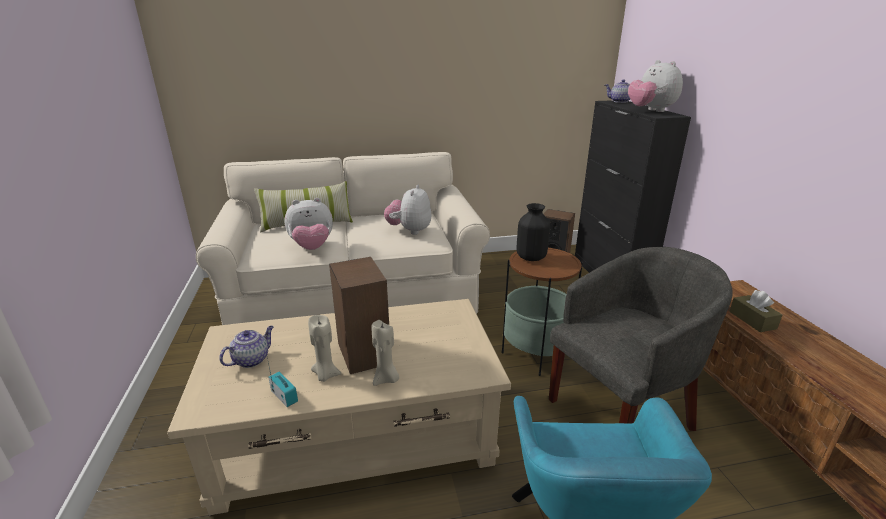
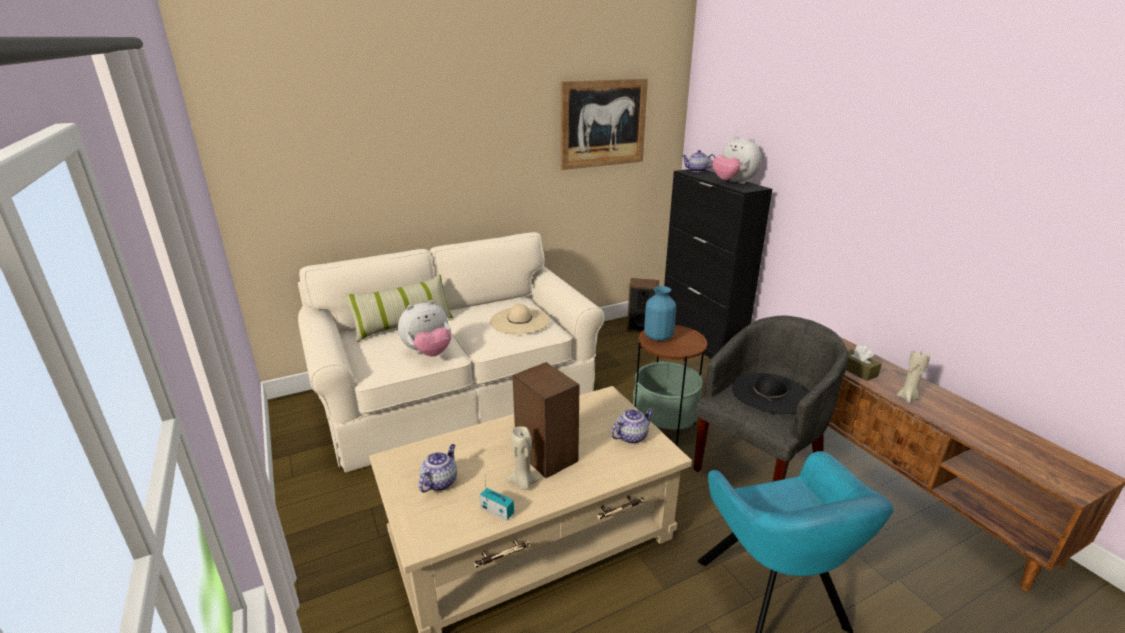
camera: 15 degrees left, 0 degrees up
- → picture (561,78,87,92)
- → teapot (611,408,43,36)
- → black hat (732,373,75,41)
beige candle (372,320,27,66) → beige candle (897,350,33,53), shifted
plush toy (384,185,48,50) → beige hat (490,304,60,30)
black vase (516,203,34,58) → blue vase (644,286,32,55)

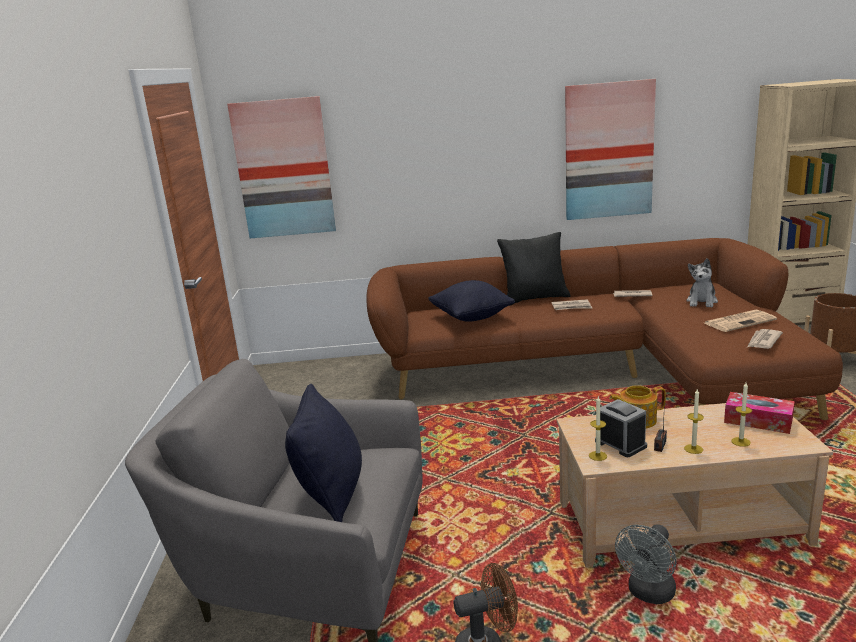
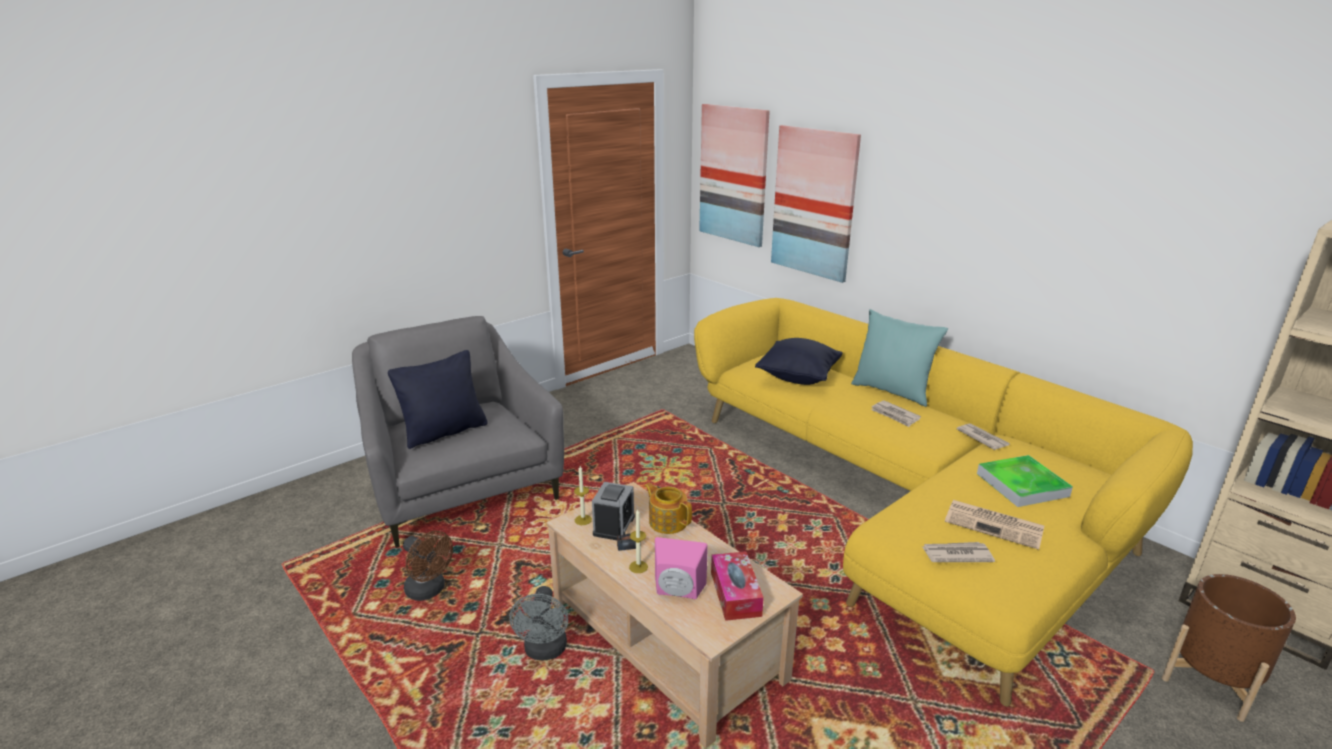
camera: 50 degrees right, 5 degrees up
picture (565,79,91,141) → picture (771,125,90,158), shifted
plush toy (686,258,32,49) → tray (977,455,96,52)
candle (731,382,21,65) → pink speaker (655,537,53,62)
brown sofa (367,238,476,182) → yellow sofa (694,298,499,409)
black pillow (497,232,73,74) → turquoise pillow (851,309,97,98)
grey fan (615,524,61,80) → grey fan (509,586,59,74), 90 degrees counterclockwise

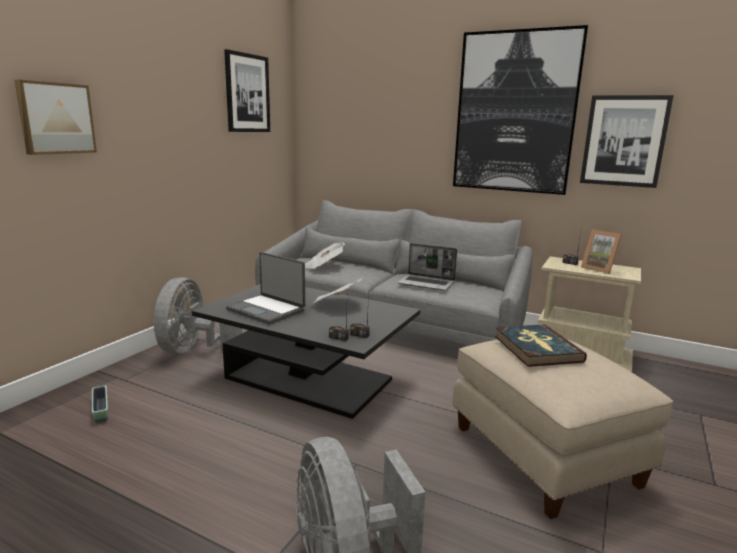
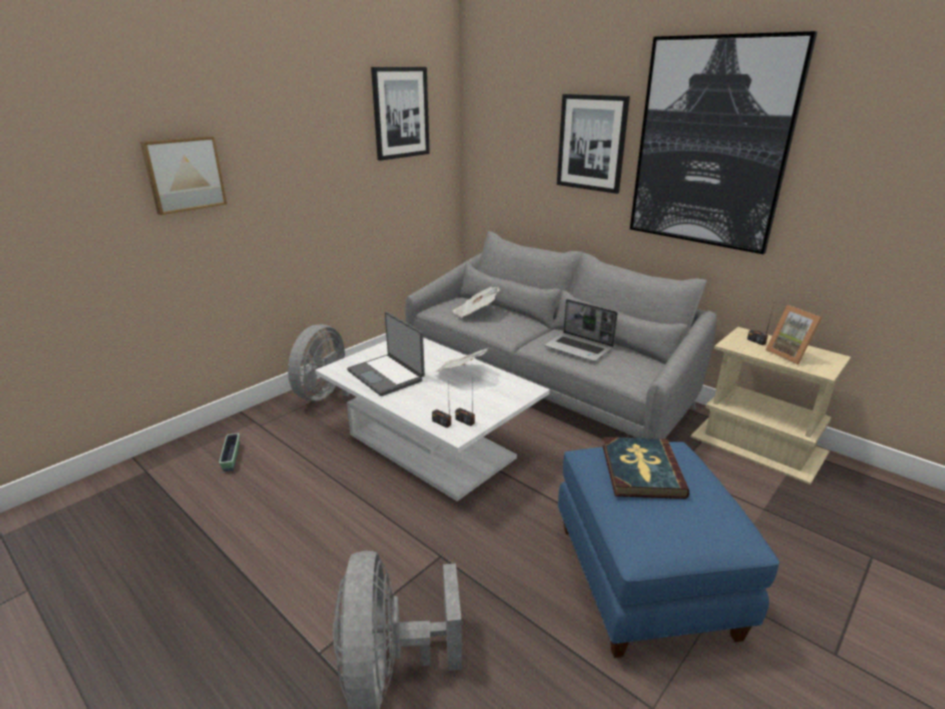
camera: 15 degrees right, 10 degrees up
picture (580,95,94,93) → picture (557,94,73,100), shifted
black coffee table (192,284,228,135) → white coffee table (315,338,235,163)
beige ottoman (453,339,220,180) → blue ottoman (558,442,222,216)

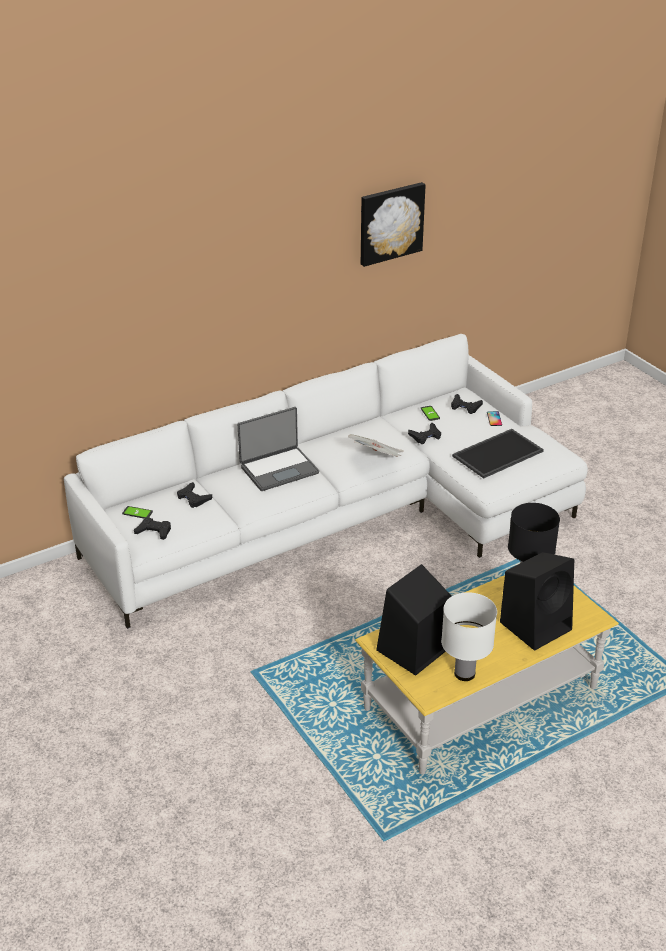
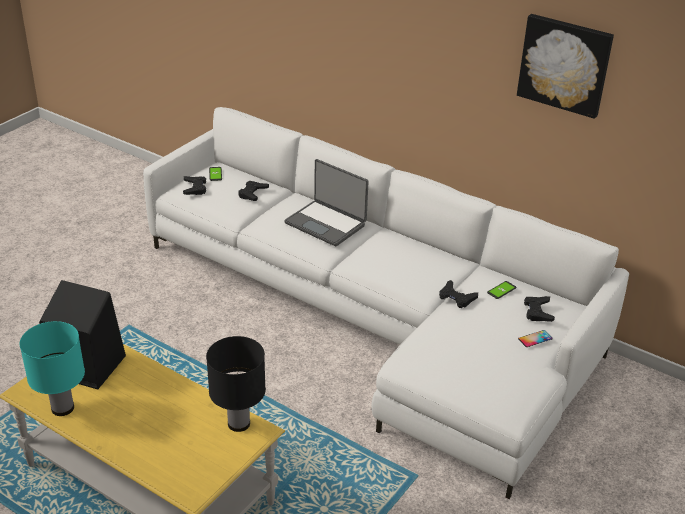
camera: 65 degrees right, 0 degrees up
newspaper (348,434,56,23) → -
tray (452,429,92,49) → -
black speaker (500,552,74,99) → -
white table lamp (441,592,56,89) → turquoise table lamp (20,321,65,95)

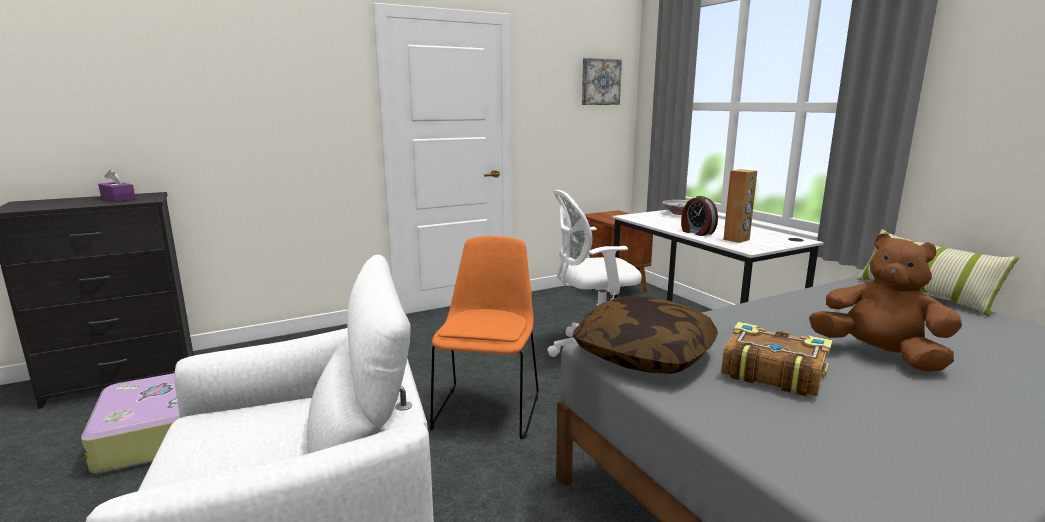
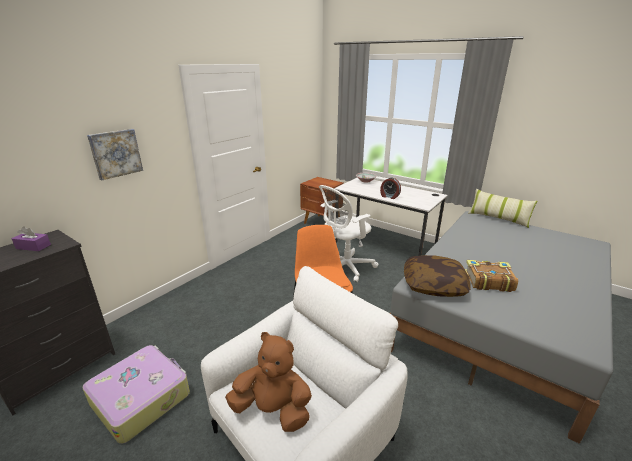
camera: 25 degrees left, 10 degrees up
brown speaker (723,169,34,74) → -
picture (582,58,40,47) → picture (87,129,56,51), shifted
brown plush toy (809,233,153,139) → brown plush toy (225,332,87,100), shifted

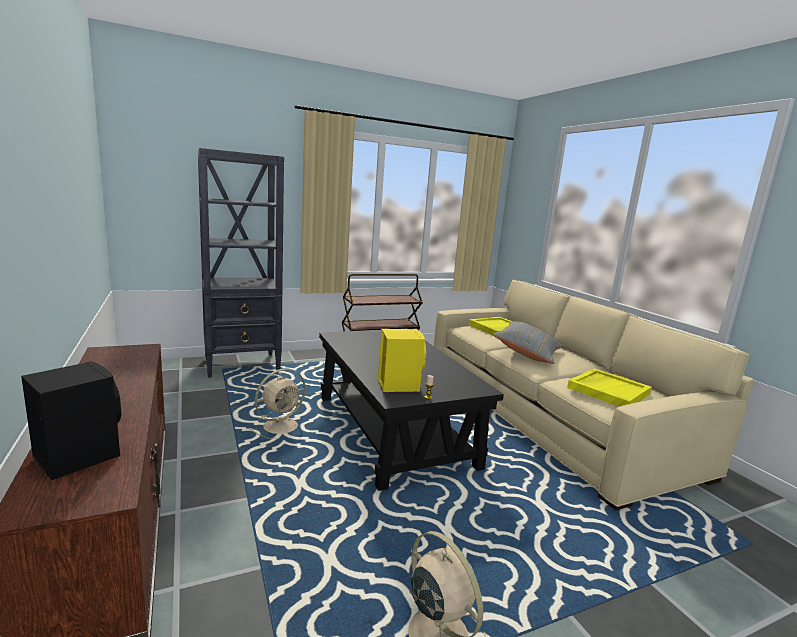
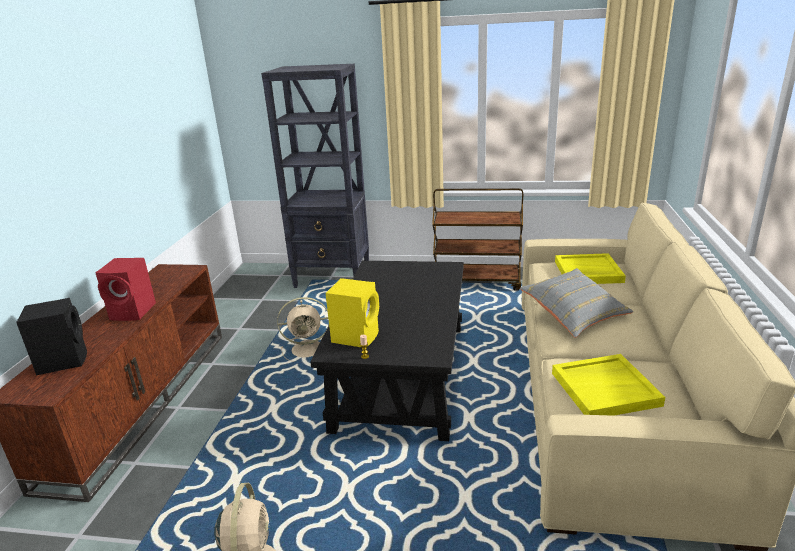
camera: 35 degrees right, 10 degrees up
- → red speaker (95,258,61,63)

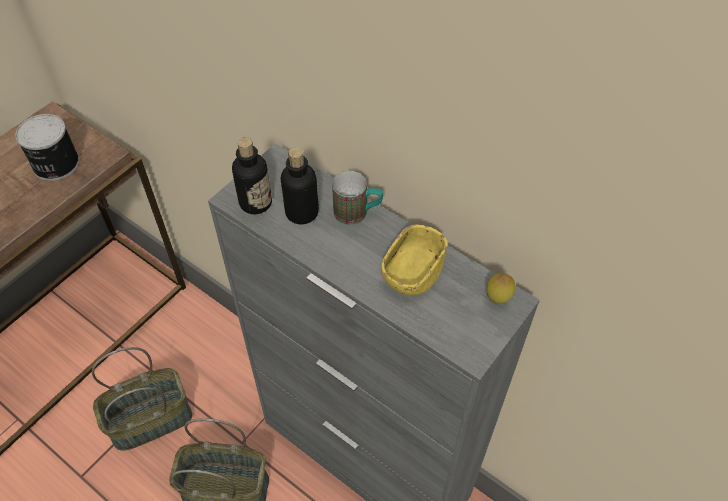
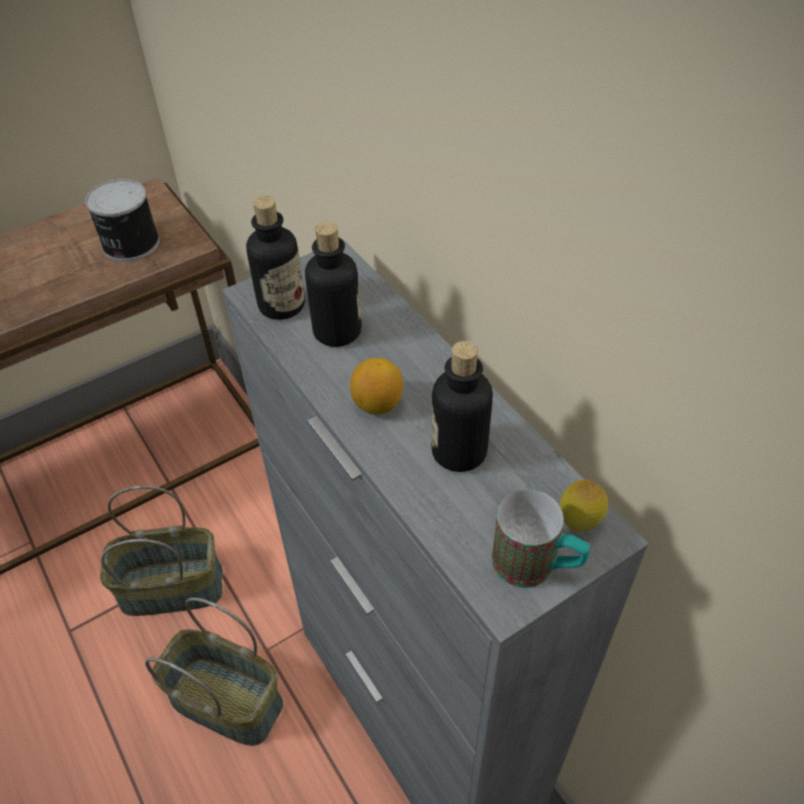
camera: 20 degrees right, 5 degrees down
- → lemon (350,358,53,57)
mug (332,171,51,54) → mug (492,489,98,99), shifted
yellow bowl (381,225,67,70) → bottle (431,341,62,131)

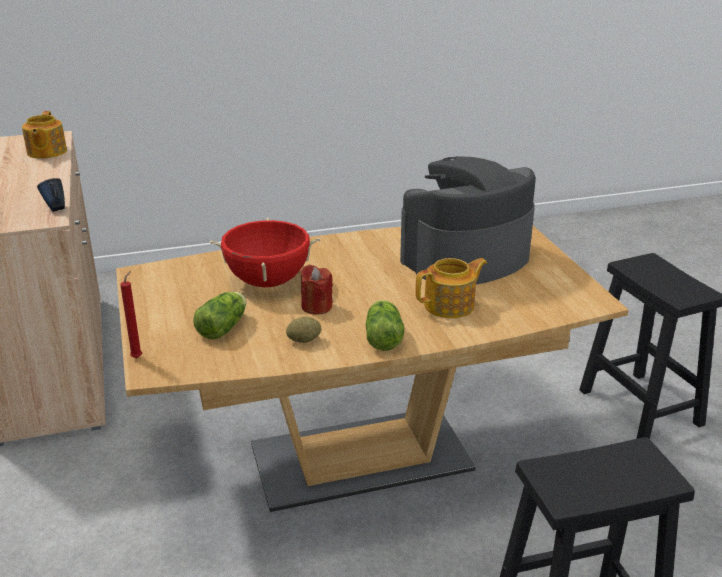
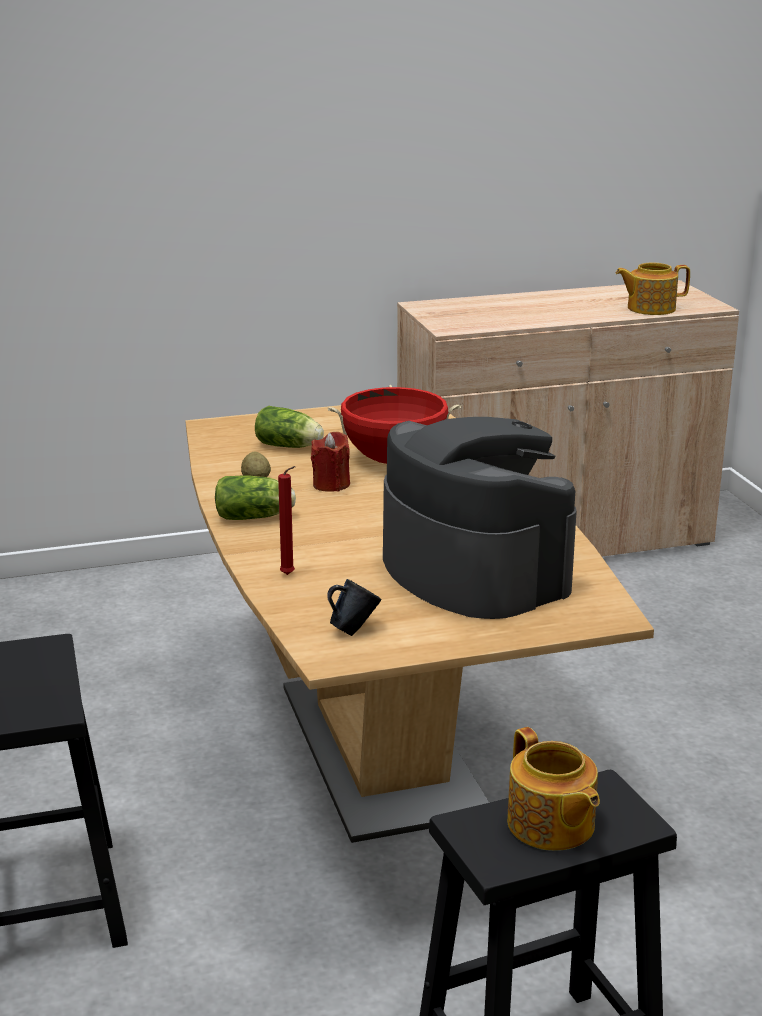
camera: 90 degrees right, 5 degrees down
blue mug (37,178,28,34) → blue mug (327,579,54,57), shifted
red candle (120,270,22,88) → red candle (278,466,18,109), shifted
teapot (416,258,71,60) → teapot (507,727,93,124), shifted

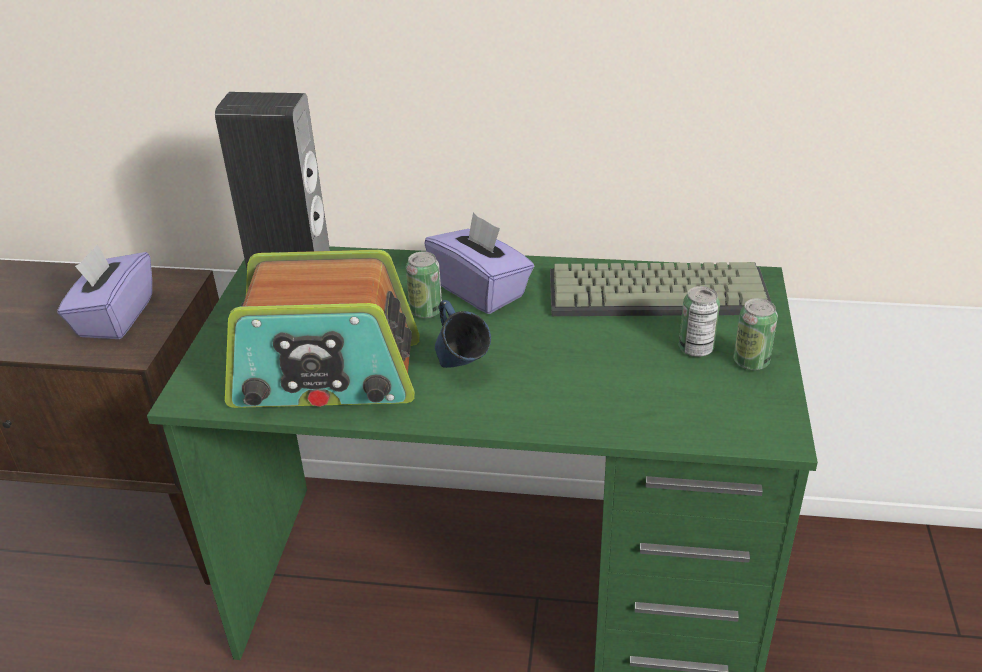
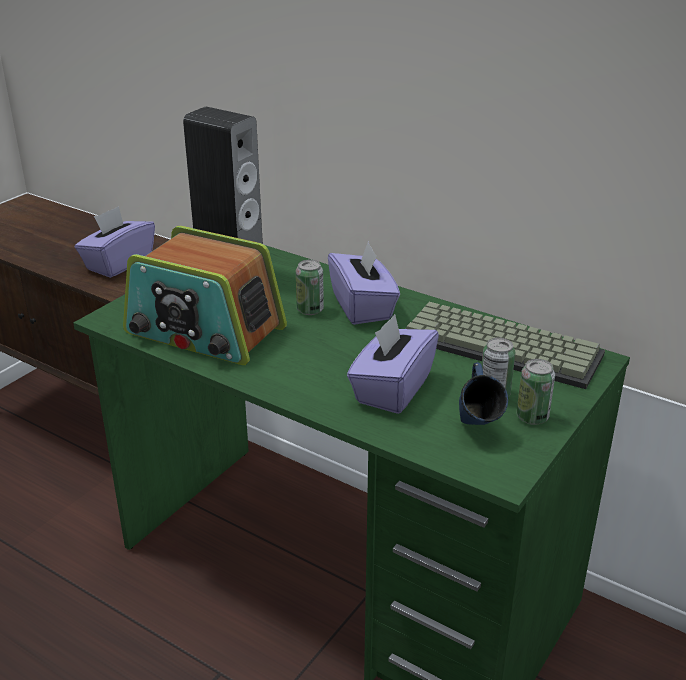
camera: 25 degrees right, 5 degrees down
- → purple tissue box (347,314,92,100)
blue mug (435,300,56,68) → blue mug (459,362,49,63), shifted

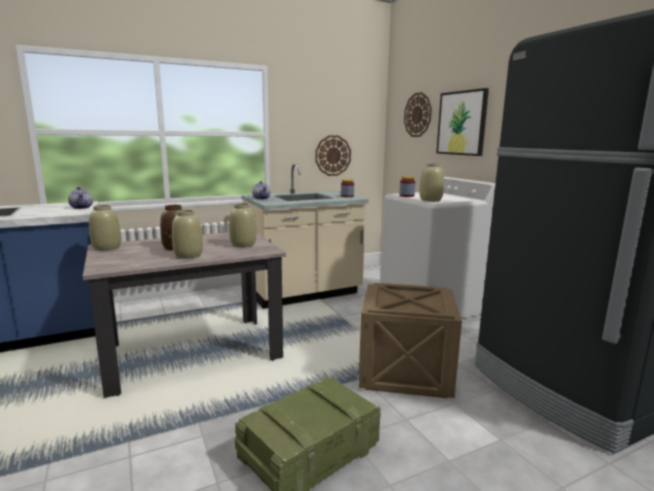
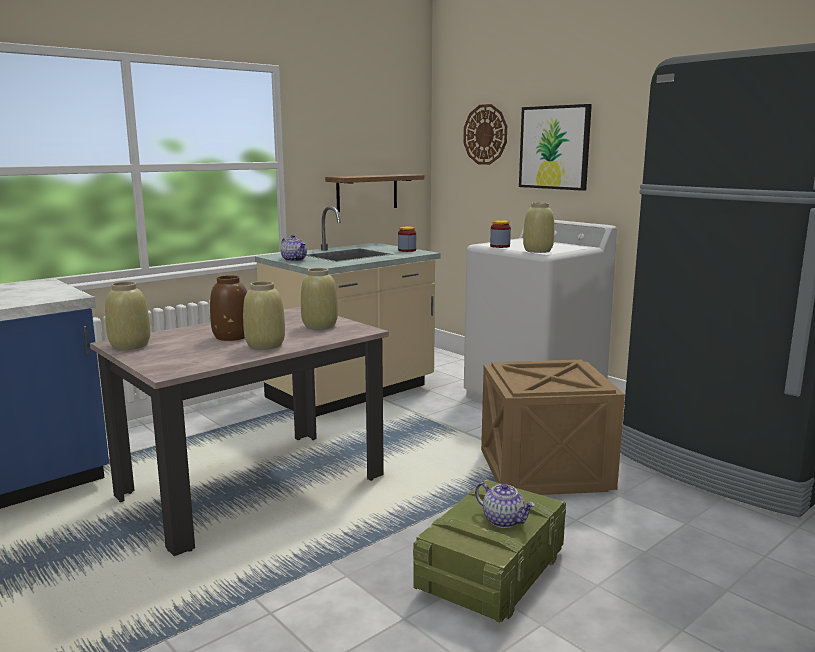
camera: 15 degrees left, 0 degrees up
teapot (68,187,25,22) → teapot (475,482,60,46), shifted
wall clock (315,135,36,41) → shelf (325,174,100,38)

